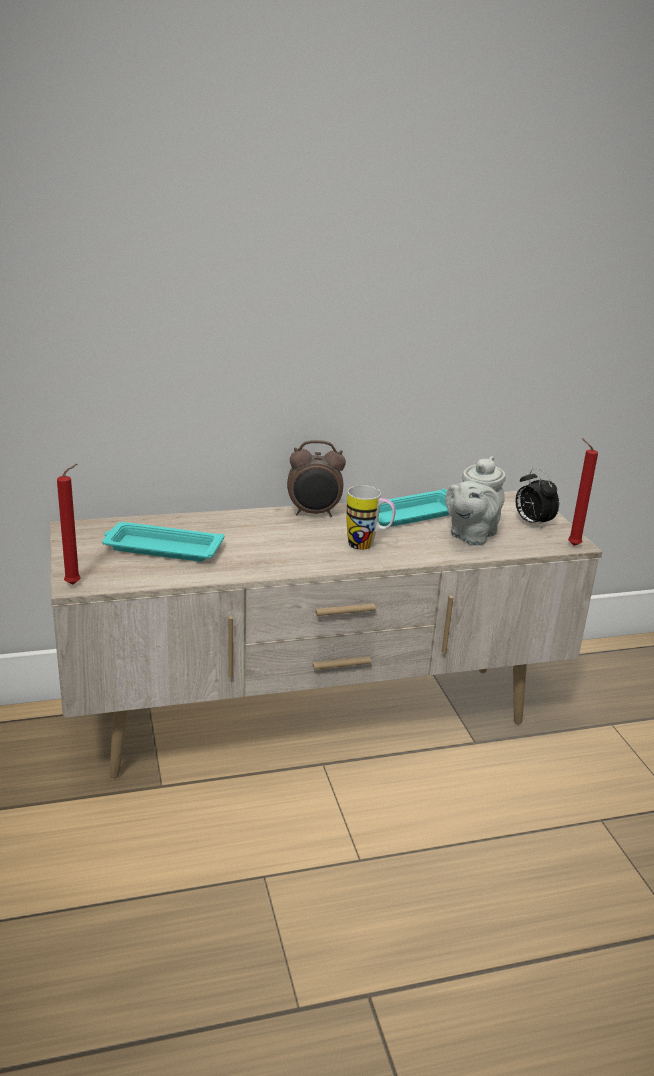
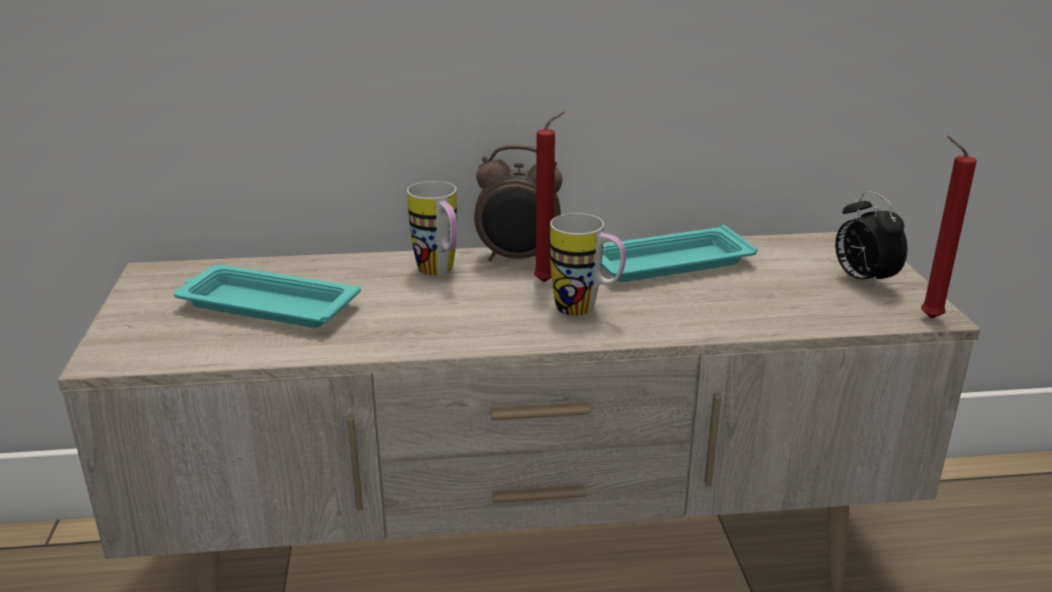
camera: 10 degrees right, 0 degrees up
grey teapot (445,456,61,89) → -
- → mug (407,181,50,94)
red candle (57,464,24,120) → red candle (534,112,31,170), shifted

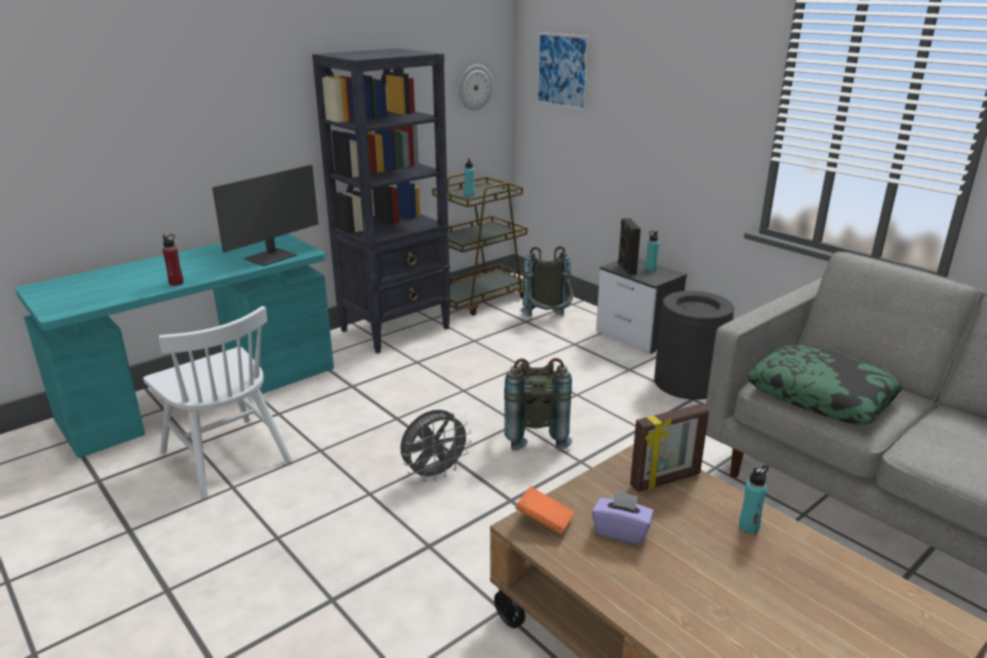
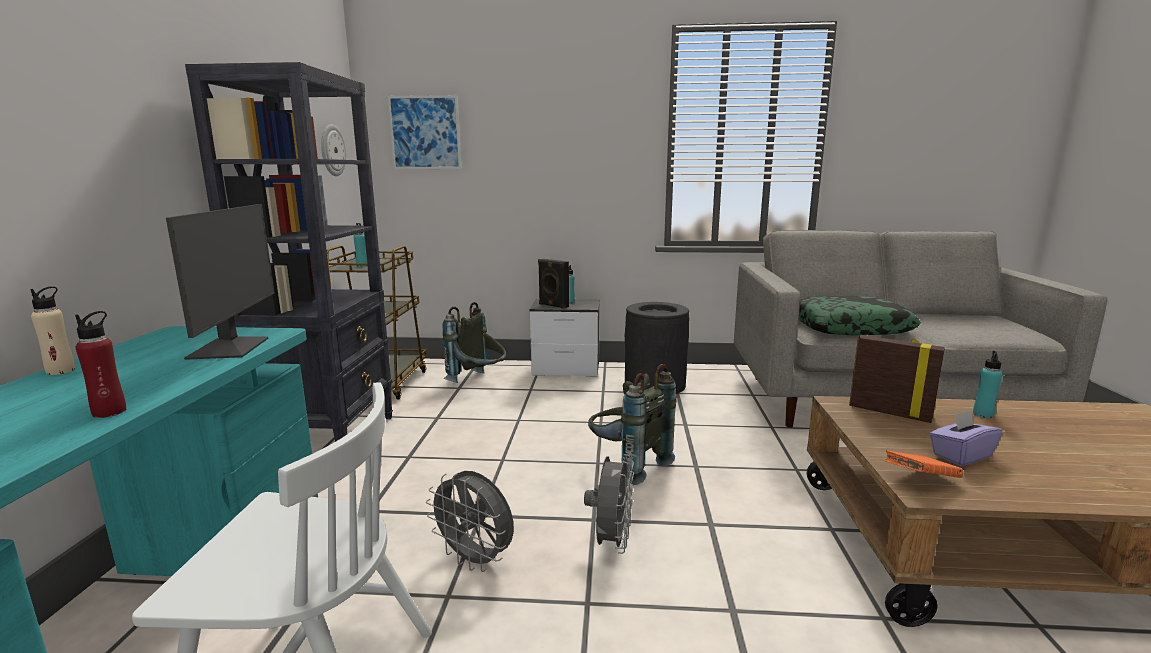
camera: 45 degrees left, 10 degrees down
- → beige bottle (30,286,46,89)
- → grey fan (426,471,88,101)
picture frame (630,404,79,88) → picture frame (849,335,96,88), 75 degrees counterclockwise

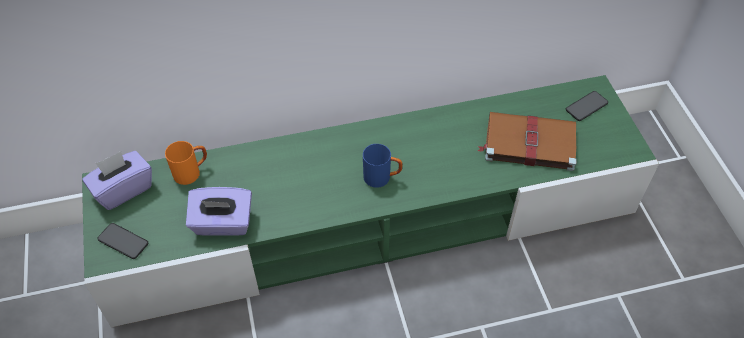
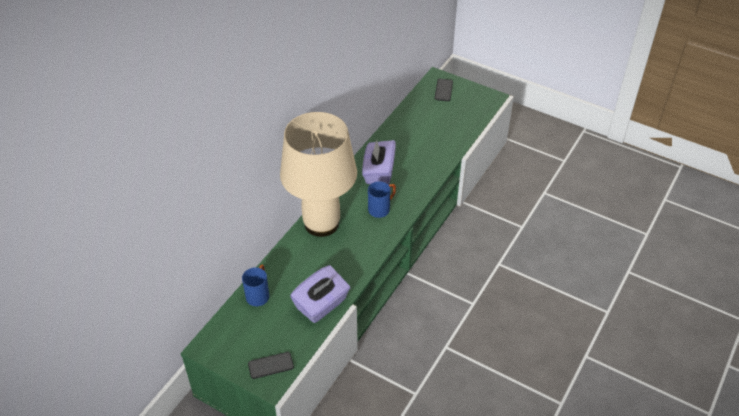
camera: 45 degrees left, 5 degrees down
brown book (478,112,99,59) → -
- → beige table lamp (280,112,77,125)
purple tissue box (82,151,70,59) → purple tissue box (362,139,34,46), shifted
orange mug (165,141,42,44) → blue mug (242,265,27,41)

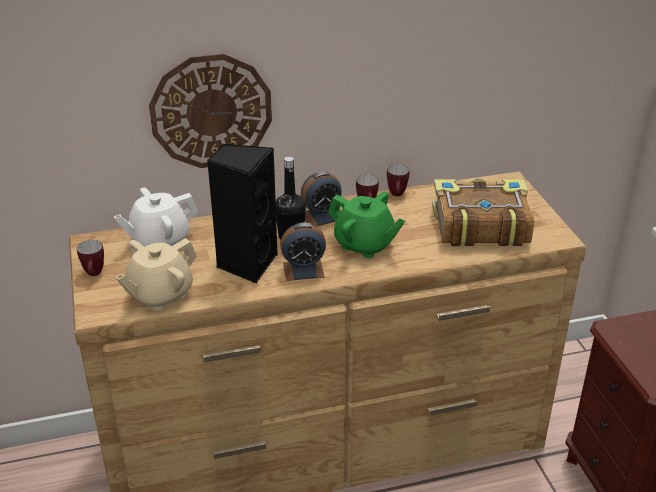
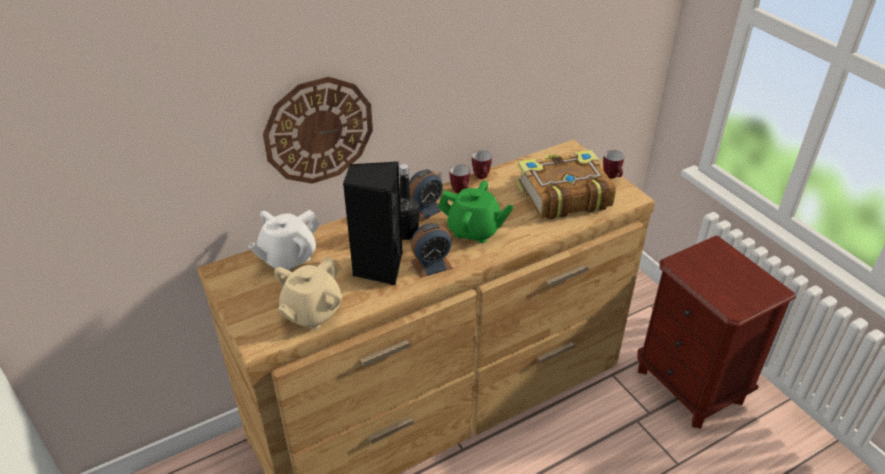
camera: 15 degrees left, 5 degrees up
mug (77,240,27,36) → mug (603,150,21,29), shifted

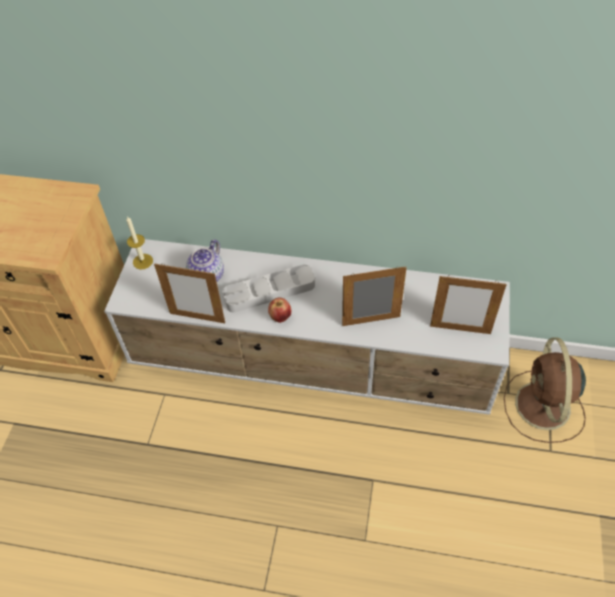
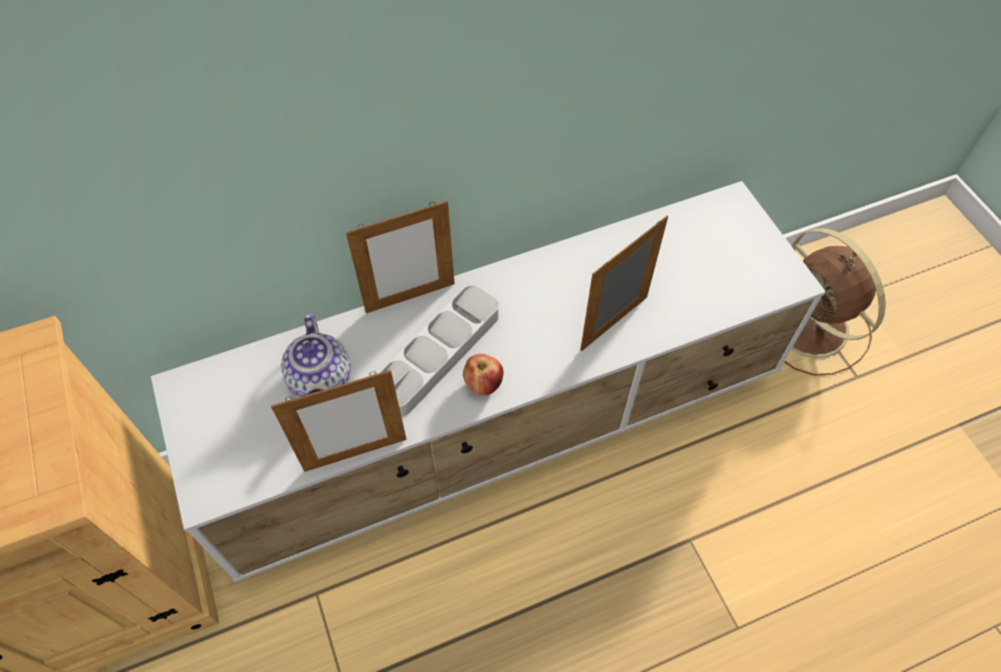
camera: 35 degrees left, 5 degrees up
candle (126,216,27,53) → -
picture frame (430,275,77,59) → picture frame (346,201,109,112), shifted

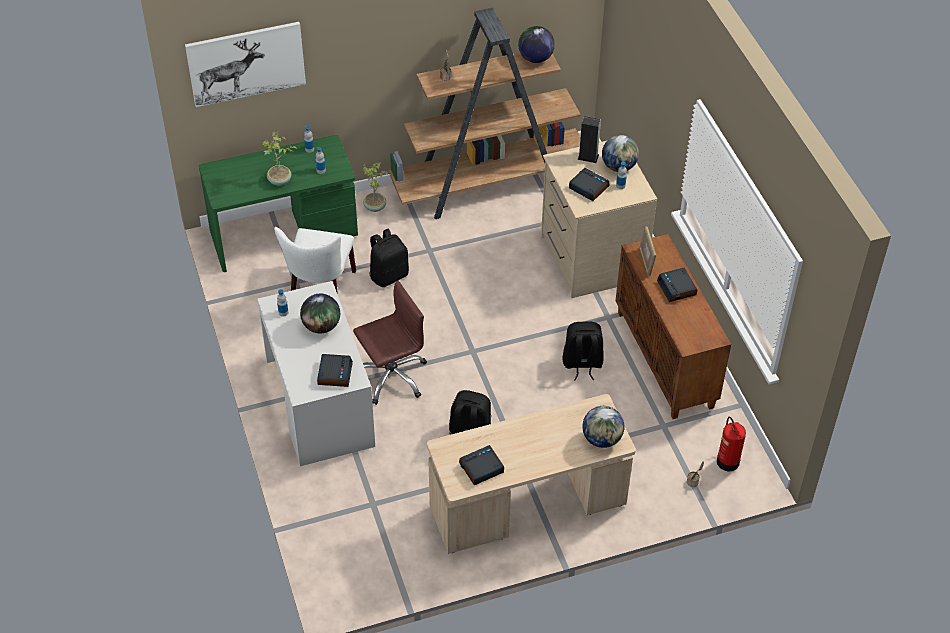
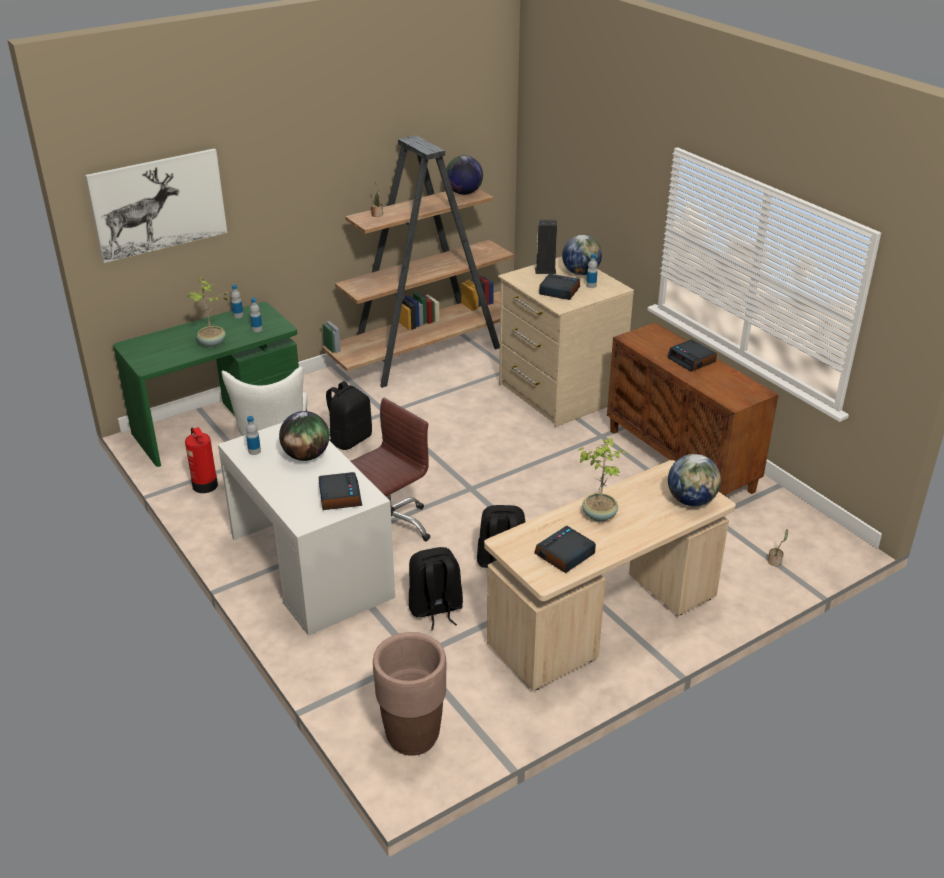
camera: 15 degrees left, 15 degrees down
picture frame (639,226,17,51) → -
- → brown planter (373,632,74,124)
potted plant (362,163,28,49) → potted plant (578,438,49,84), shifted
black backpack (562,322,42,59) → black backpack (409,547,54,83), shifted
fire extinguisher (717,417,29,54) → fire extinguisher (185,427,33,66), shifted

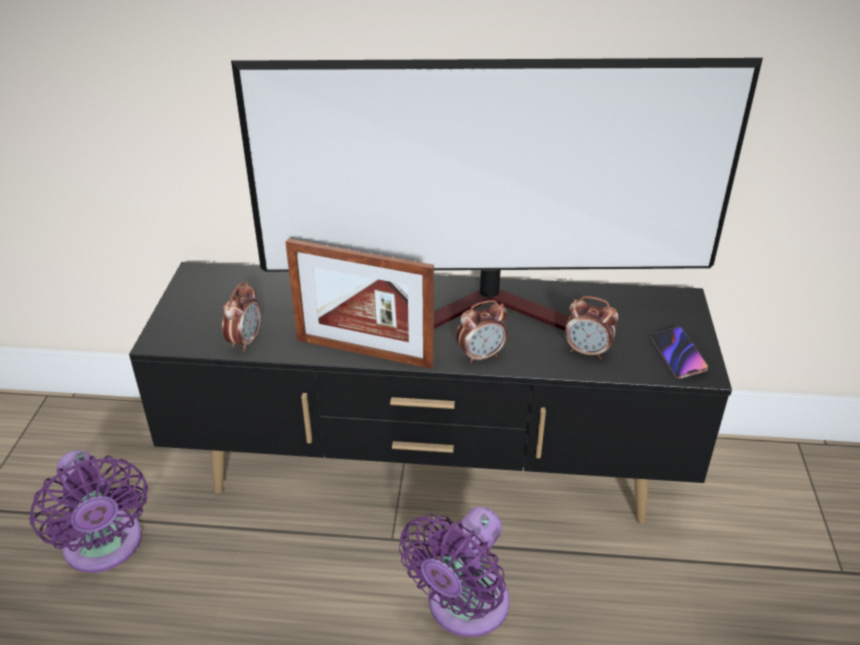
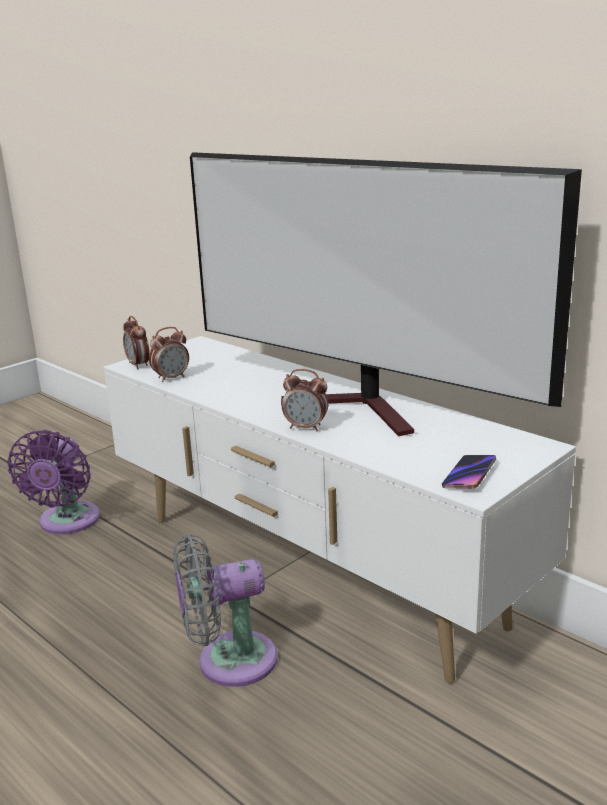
camera: 40 degrees right, 15 degrees down
picture frame (286,238,148,131) → -
alarm clock (565,296,54,63) → alarm clock (123,316,27,53), shifted
black tv stand (129,262,603,262) → white tv stand (103,336,473,347)
purple fan (399,507,111,130) → grey fan (173,534,104,153)

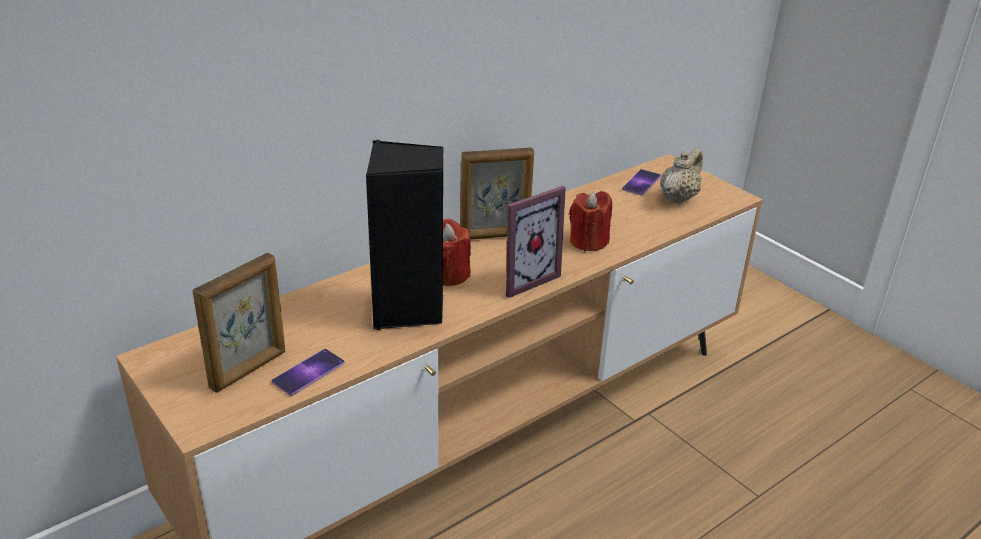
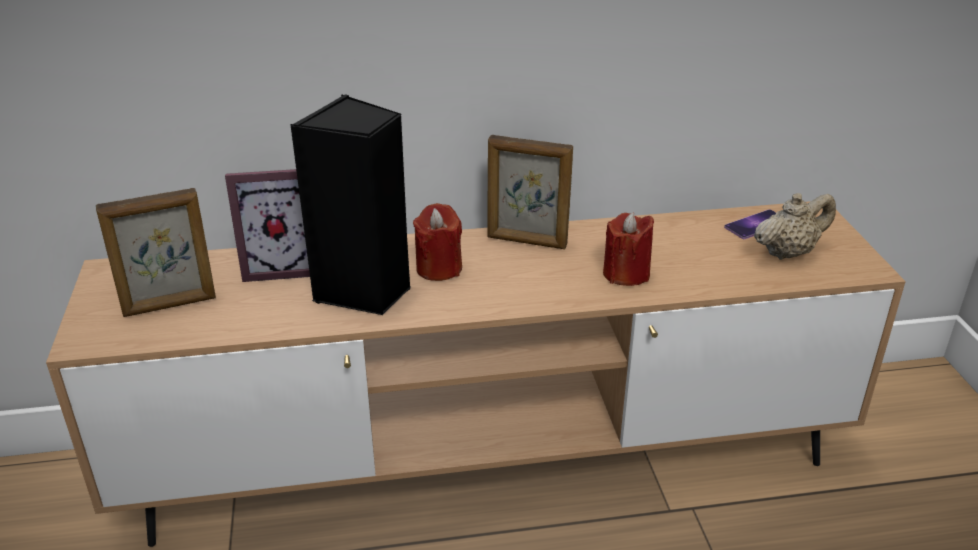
camera: 30 degrees right, 0 degrees up
phone (271,349,73,47) → -
picture frame (506,186,60,112) → picture frame (225,169,85,113), shifted

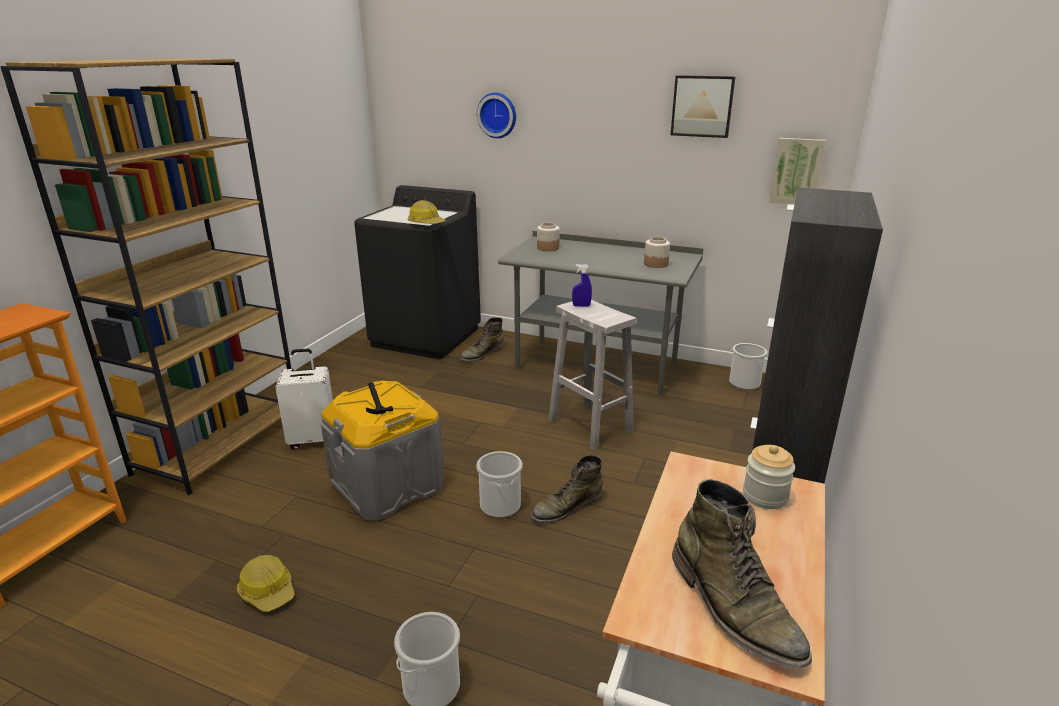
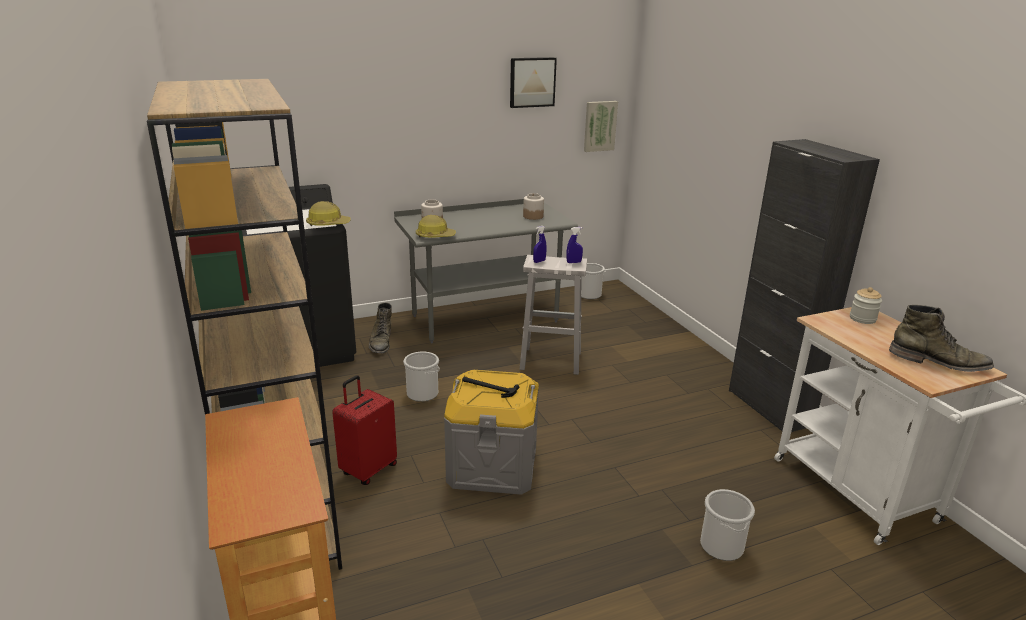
camera: 45 degrees left, 0 degrees up
wall clock (477,93,39,45) → -
green boot (530,455,73,68) → -
- → blue spray bottle (566,227,17,36)
hard hat (237,555,58,57) → hard hat (416,215,40,22), shifted
bucket (476,451,47,67) → bucket (403,352,37,50), shifted
white suitcase (275,349,58,101) → red suitcase (332,375,65,110)

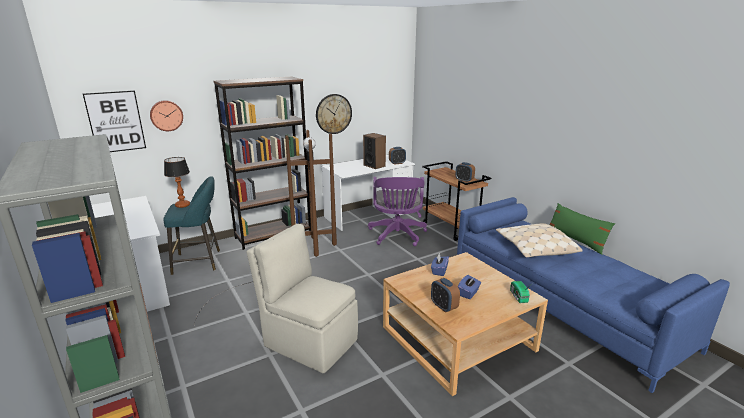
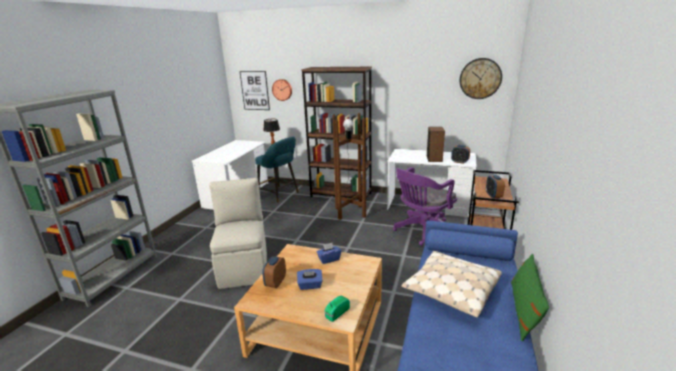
camera: 50 degrees right, 0 degrees up
wall clock (316,94,36,40) → wall clock (460,58,42,41), shifted

